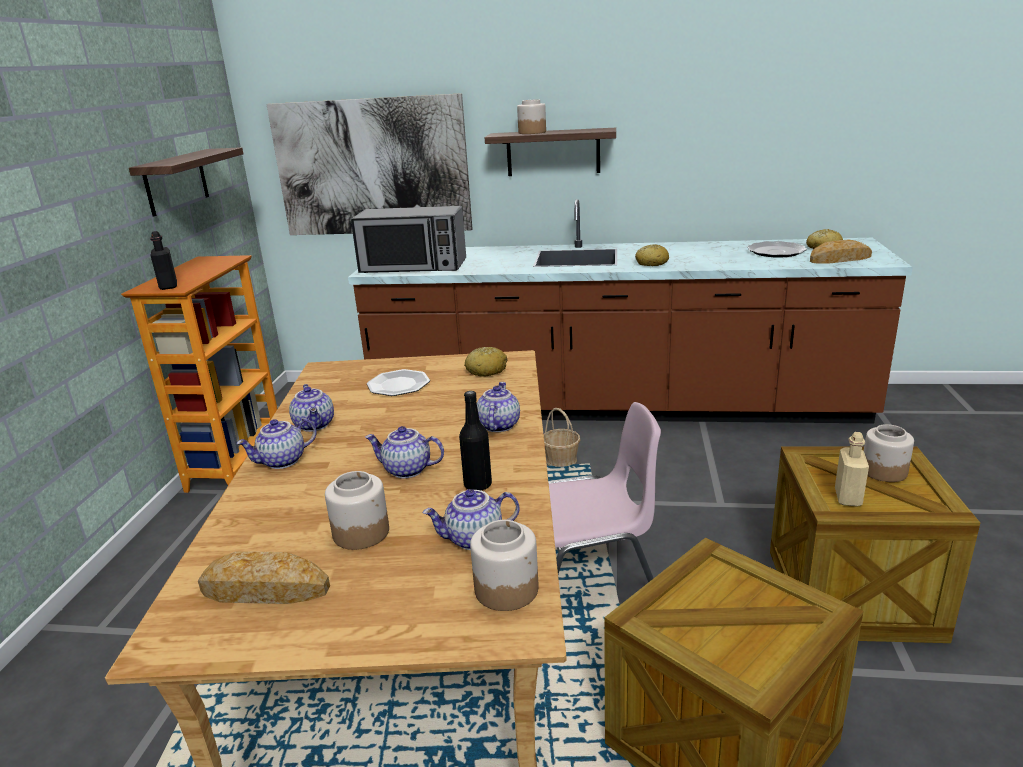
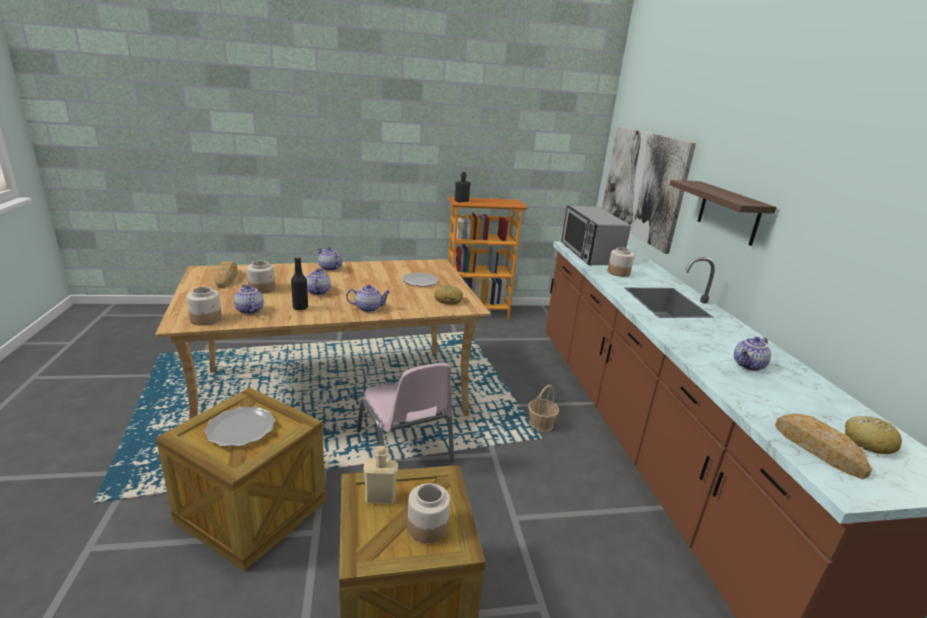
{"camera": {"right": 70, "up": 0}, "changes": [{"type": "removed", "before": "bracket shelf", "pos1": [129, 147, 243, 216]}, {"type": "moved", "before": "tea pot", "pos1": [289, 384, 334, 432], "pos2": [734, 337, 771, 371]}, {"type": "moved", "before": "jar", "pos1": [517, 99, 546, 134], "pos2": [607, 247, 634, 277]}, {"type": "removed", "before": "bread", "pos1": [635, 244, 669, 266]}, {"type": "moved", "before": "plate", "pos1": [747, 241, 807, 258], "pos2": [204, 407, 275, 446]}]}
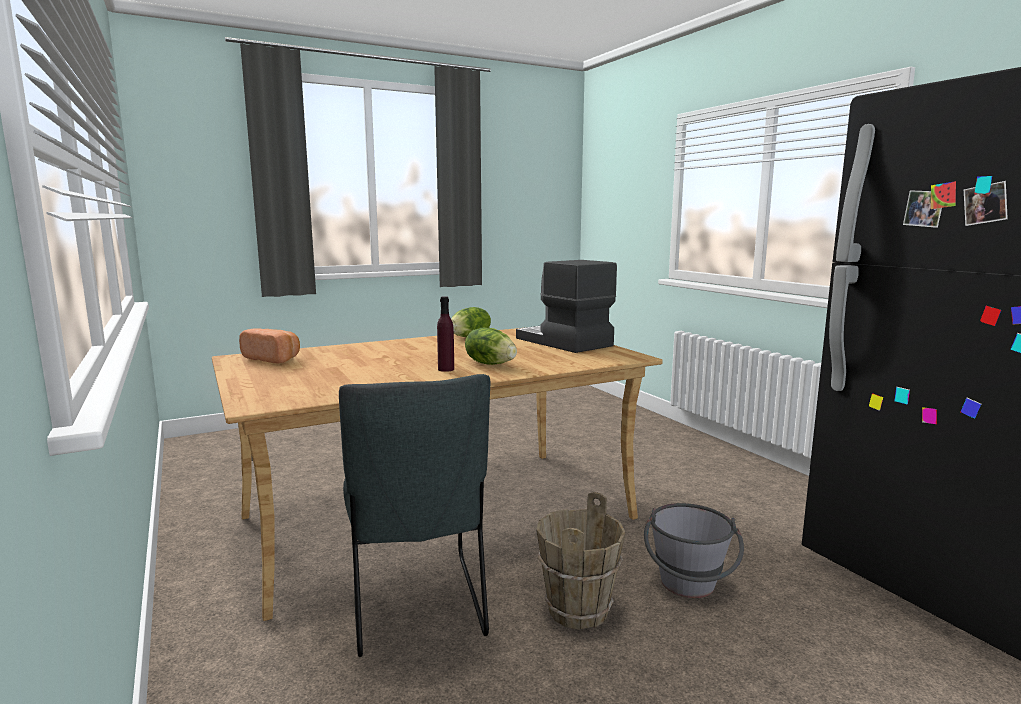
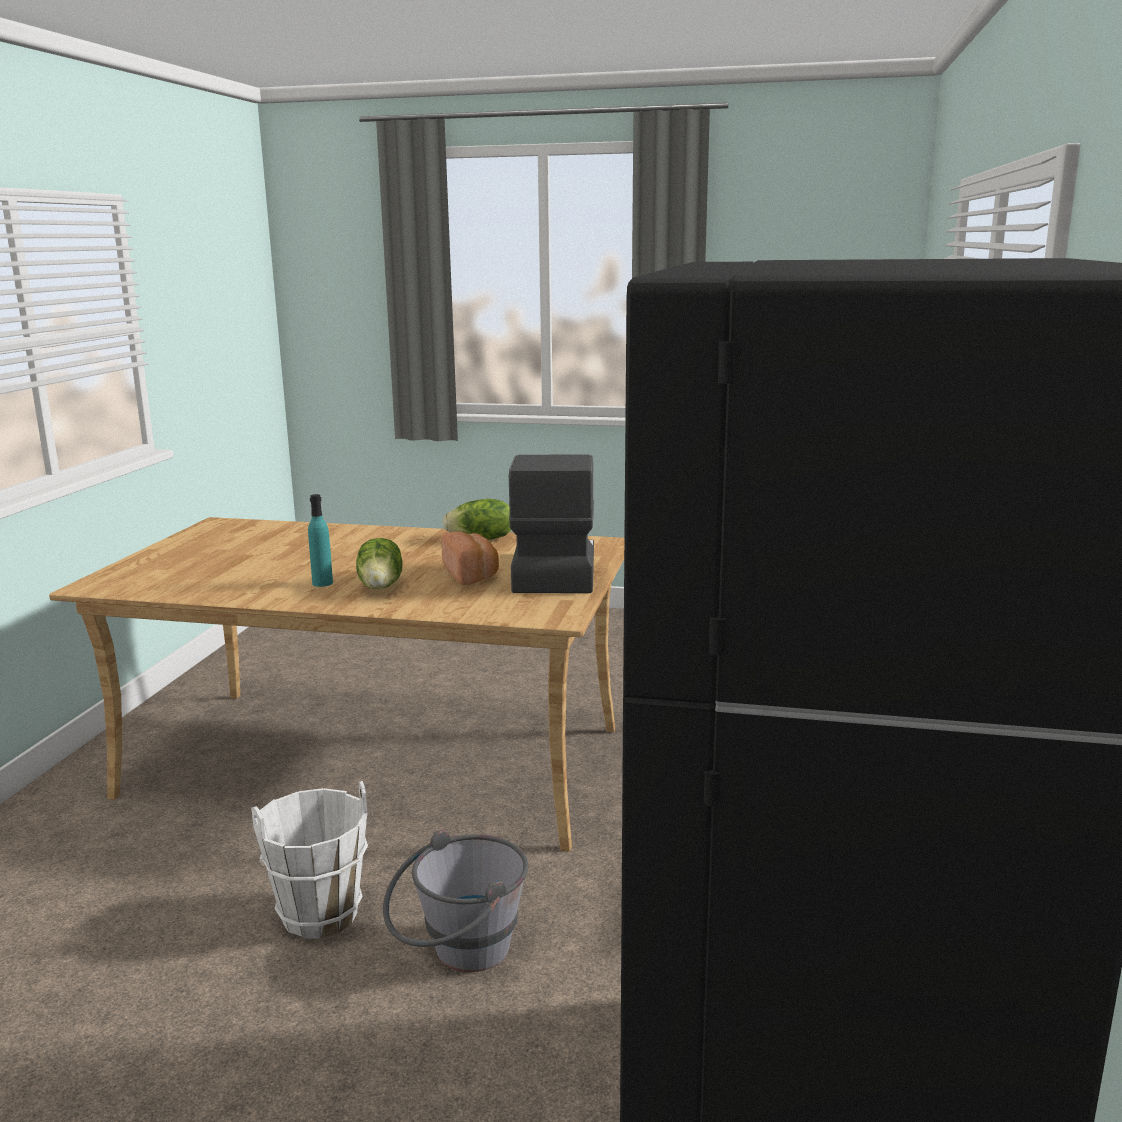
{"camera": {"right": 40, "up": 5}, "changes": [{"type": "moved", "before": "bread", "pos1": [239, 328, 300, 363], "pos2": [441, 531, 499, 585]}, {"type": "removed", "before": "plain chair in grey", "pos1": [339, 374, 490, 657]}, {"type": "recoloured", "before": "drink bottle in purplish", "after": "drink bottle in turquoise", "pos1": [437, 296, 454, 372], "pos2": [308, 494, 333, 587]}, {"type": "recoloured", "before": "pail in brown", "after": "pail in whitish", "pos1": [536, 492, 626, 630], "pos2": [251, 781, 368, 939]}]}
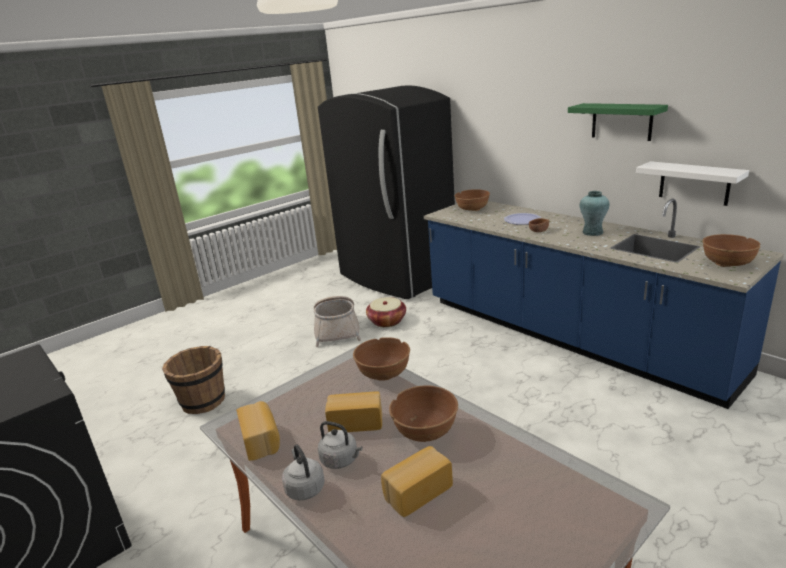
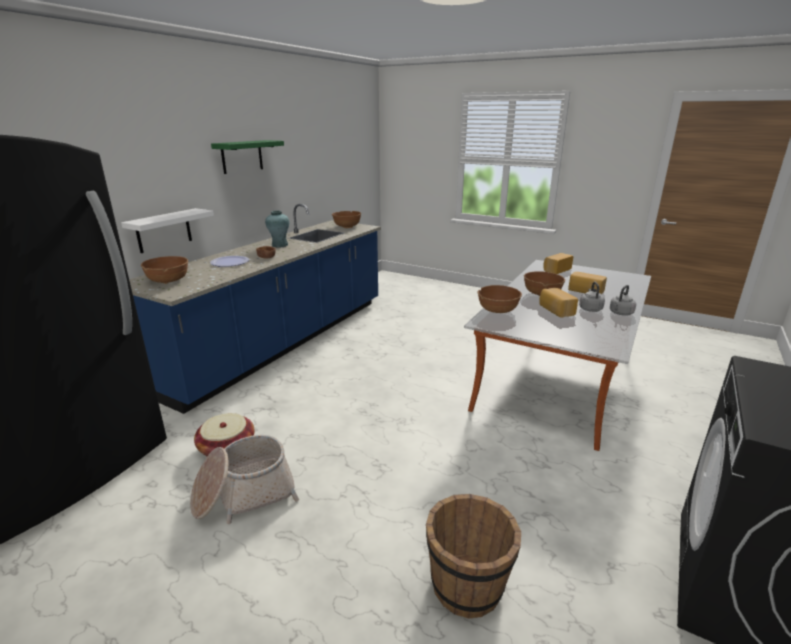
{"camera": {"right": -110, "up": 0}, "changes": [{"type": "moved", "before": "bread", "pos1": [236, 401, 280, 461], "pos2": [544, 253, 573, 274]}, {"type": "moved", "before": "bracket shelf in whitish", "pos1": [636, 161, 749, 206], "pos2": [121, 208, 214, 253]}]}
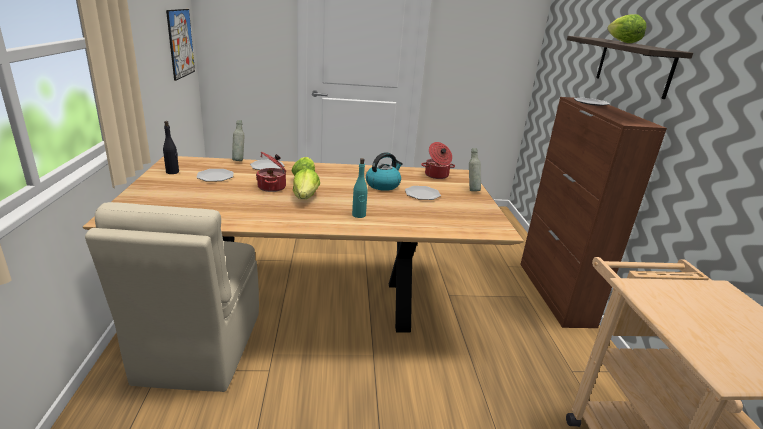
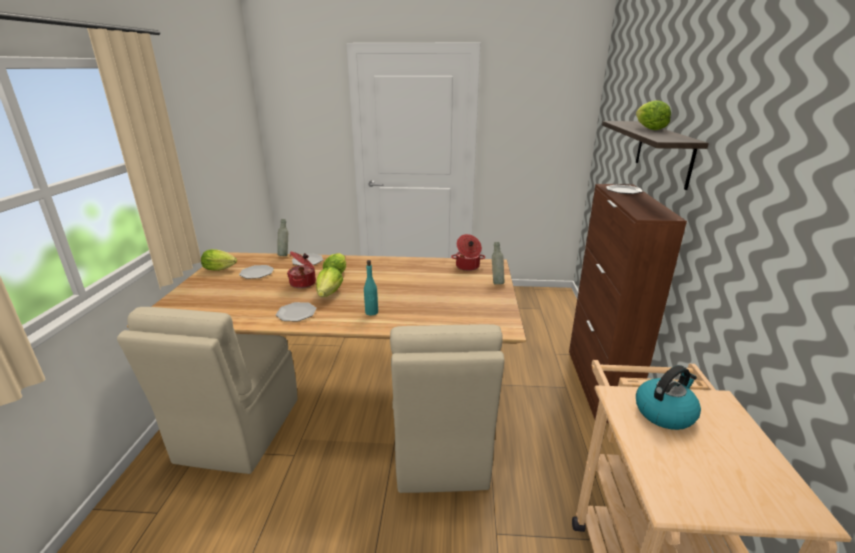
{"camera": {"right": 10, "up": 0}, "changes": [{"type": "replaced", "before": "drink bottle in blackish", "after": "lettuce head", "pos1": [163, 121, 179, 174], "pos2": [201, 249, 237, 271]}, {"type": "removed", "before": "picture", "pos1": [166, 9, 195, 81]}, {"type": "moved", "before": "kettle", "pos1": [366, 152, 403, 191], "pos2": [636, 365, 701, 430]}, {"type": "moved", "before": "plate", "pos1": [405, 186, 441, 200], "pos2": [276, 302, 317, 321]}, {"type": "added", "after": "plain chair in sand-coloured", "pos2": [390, 324, 505, 493]}]}
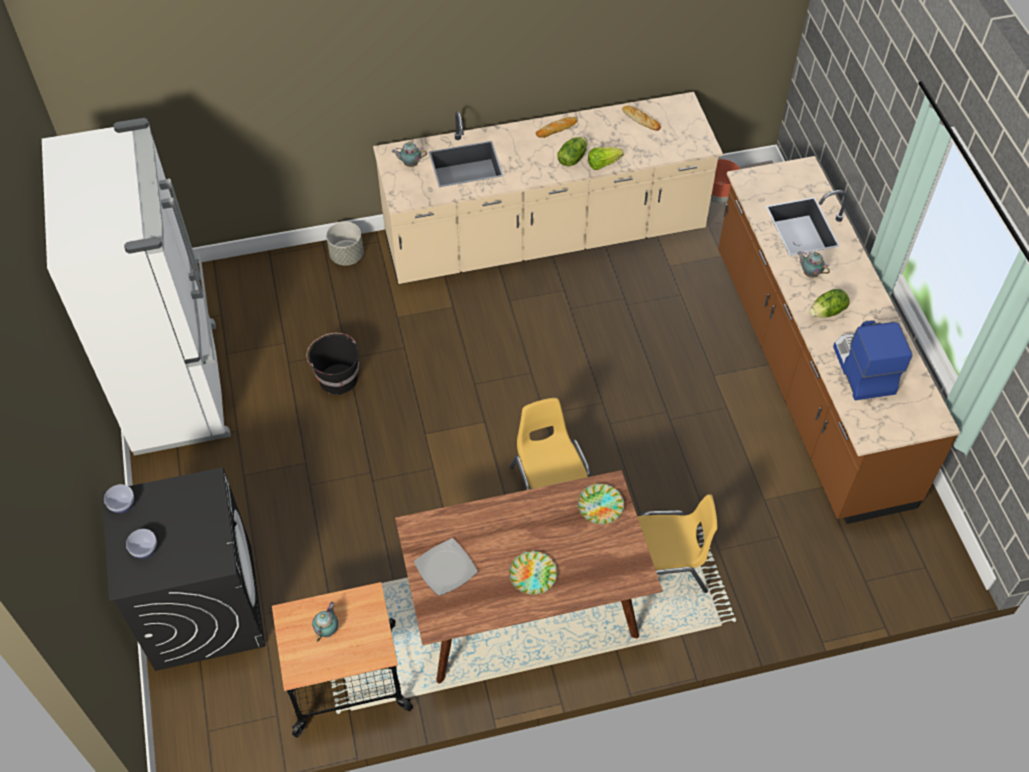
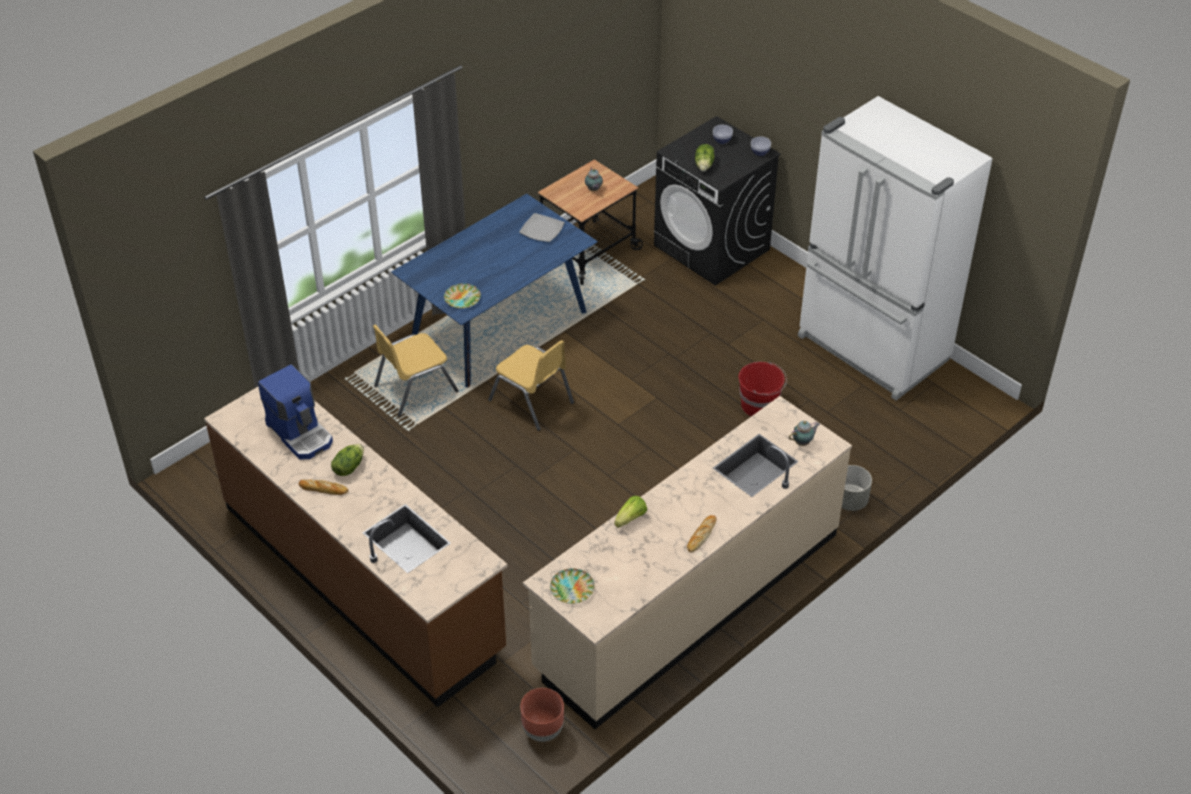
{"camera": {"right": 150, "up": -10}, "changes": [{"type": "recoloured", "before": "pail in blackish", "after": "pail in red-coloured", "pos1": [306, 333, 359, 395], "pos2": [738, 362, 787, 416]}, {"type": "recoloured", "before": "dinner table in brown", "after": "dinner table in blue", "pos1": [395, 470, 663, 683], "pos2": [391, 194, 598, 388]}, {"type": "moved", "before": "plate", "pos1": [509, 551, 557, 595], "pos2": [550, 568, 595, 604]}, {"type": "moved", "before": "lettuce head", "pos1": [557, 137, 588, 166], "pos2": [695, 144, 714, 171]}, {"type": "moved", "before": "bread", "pos1": [622, 106, 661, 131], "pos2": [299, 479, 349, 495]}, {"type": "removed", "before": "tea pot", "pos1": [797, 252, 830, 278]}]}
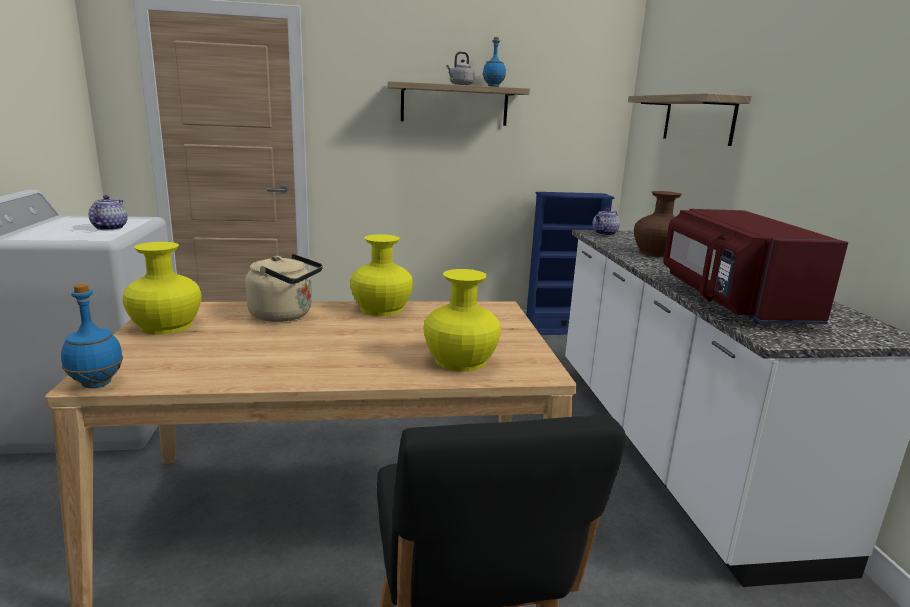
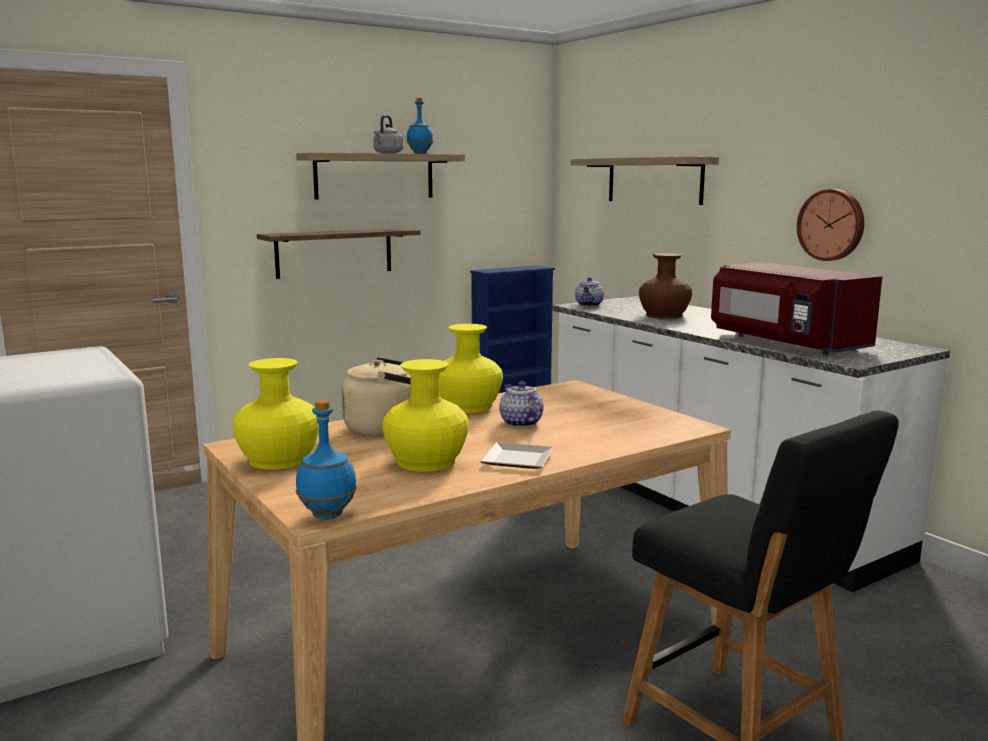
{"camera": {"right": -25, "up": -5}, "changes": [{"type": "moved", "before": "tea pot", "pos1": [88, 195, 127, 230], "pos2": [499, 381, 544, 427]}, {"type": "moved", "before": "vase in yellow", "pos1": [423, 269, 501, 371], "pos2": [382, 359, 469, 472]}, {"type": "added", "after": "bracket shelf", "pos2": [257, 228, 421, 279]}, {"type": "added", "after": "plate", "pos2": [480, 442, 554, 469]}, {"type": "added", "after": "clock on the wall", "pos2": [797, 189, 864, 261]}]}
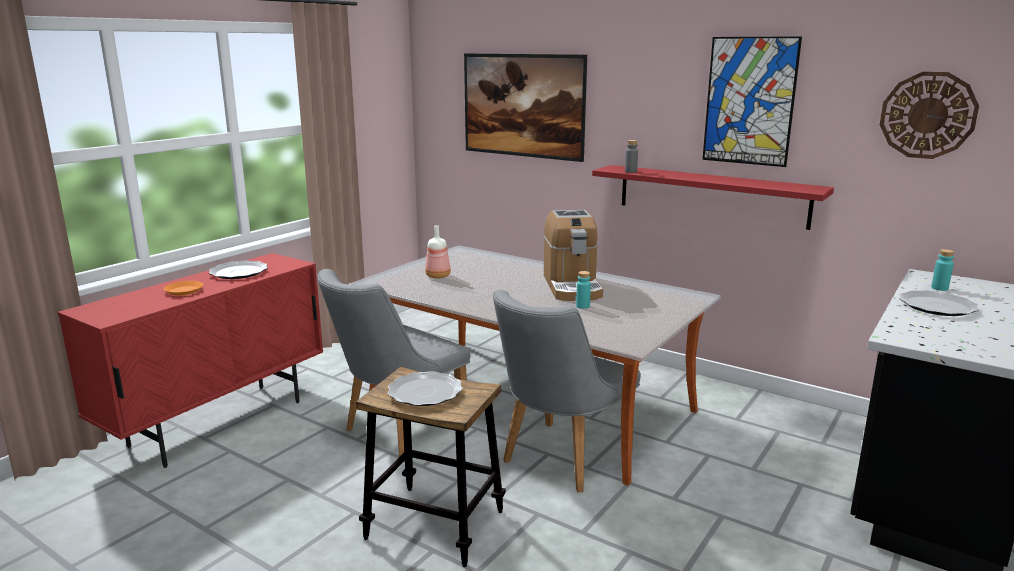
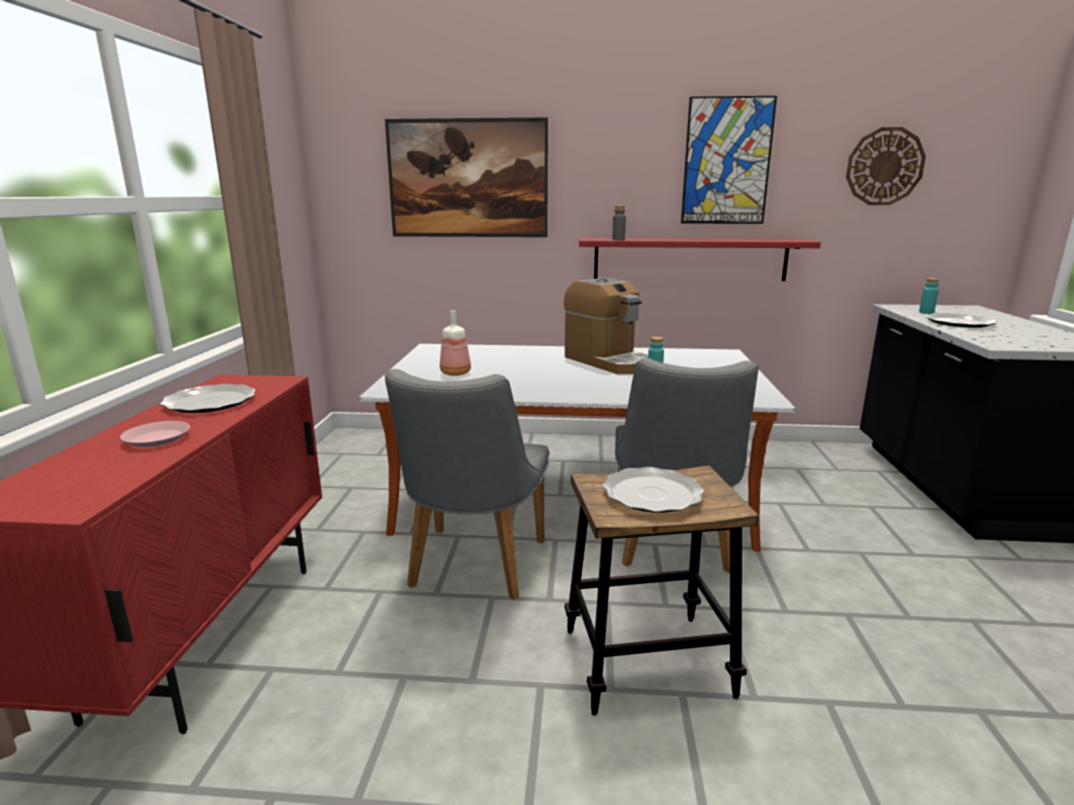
{"camera": {"right": -30, "up": 0}, "changes": [{"type": "recoloured", "before": "plate in orangey", "after": "plate in pinkish", "pos1": [164, 281, 203, 296], "pos2": [120, 421, 190, 447]}]}
